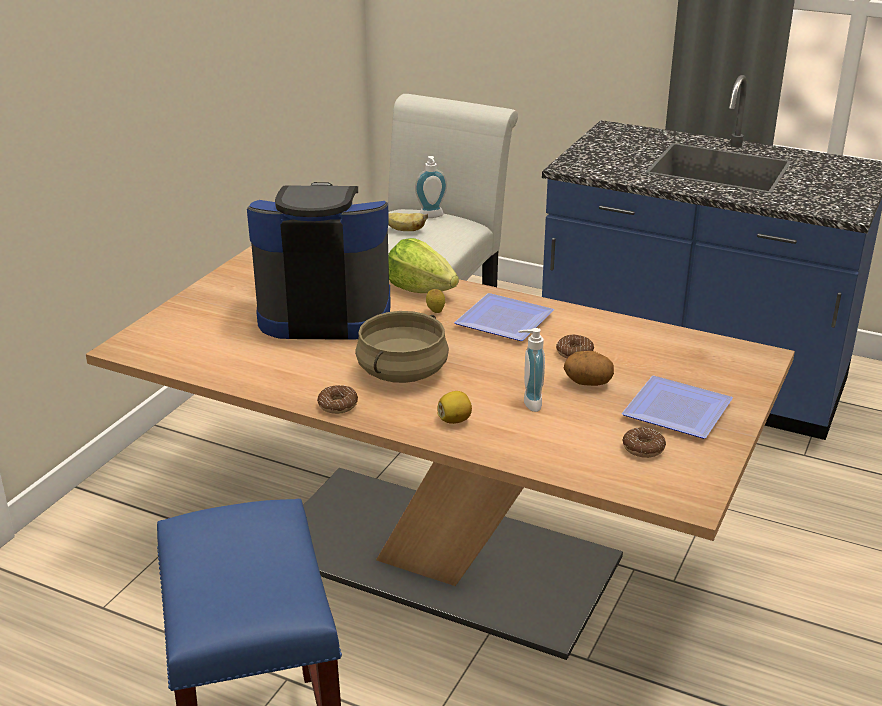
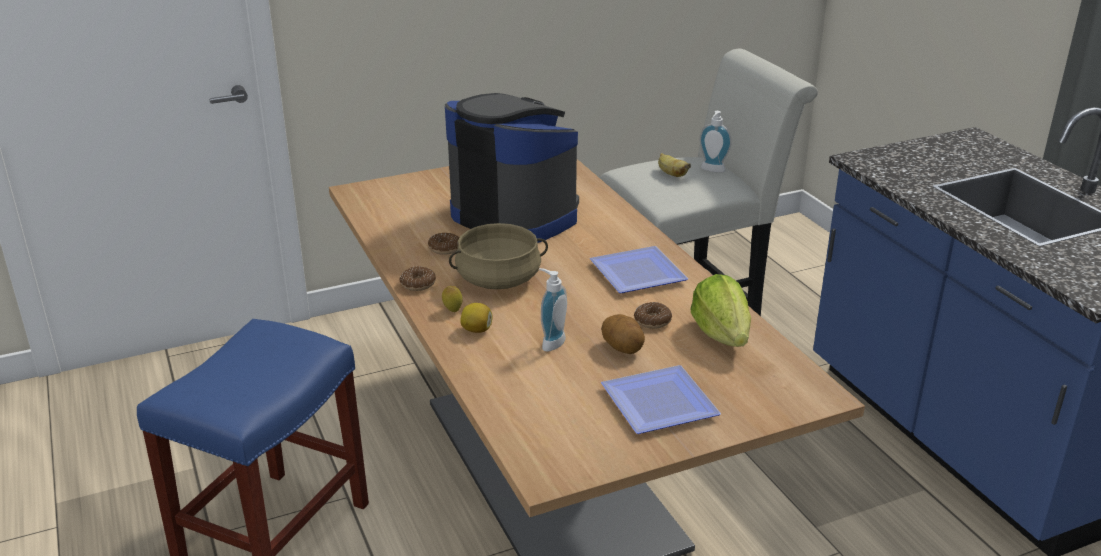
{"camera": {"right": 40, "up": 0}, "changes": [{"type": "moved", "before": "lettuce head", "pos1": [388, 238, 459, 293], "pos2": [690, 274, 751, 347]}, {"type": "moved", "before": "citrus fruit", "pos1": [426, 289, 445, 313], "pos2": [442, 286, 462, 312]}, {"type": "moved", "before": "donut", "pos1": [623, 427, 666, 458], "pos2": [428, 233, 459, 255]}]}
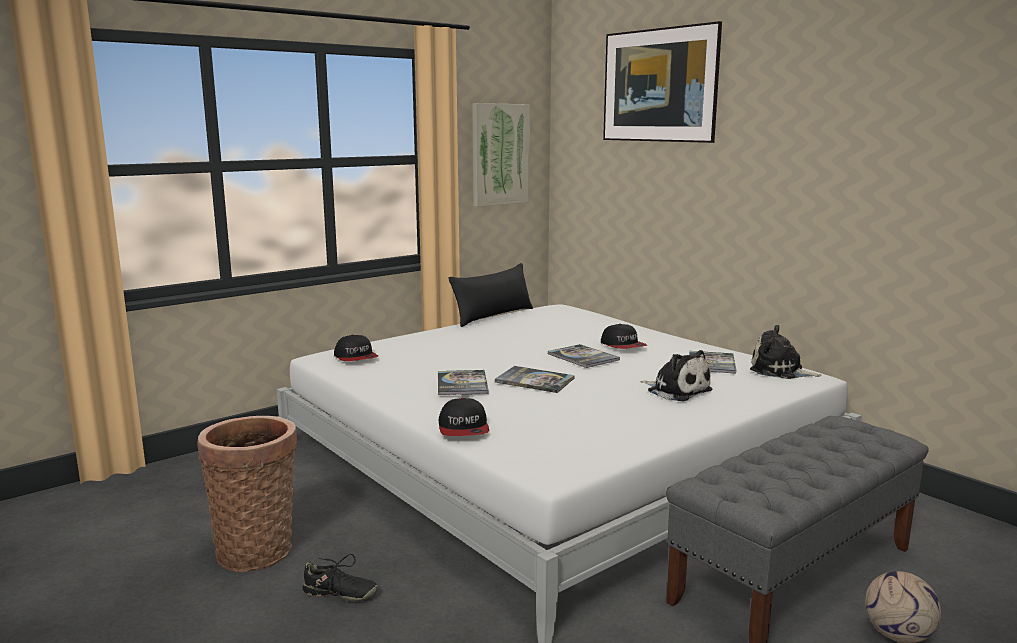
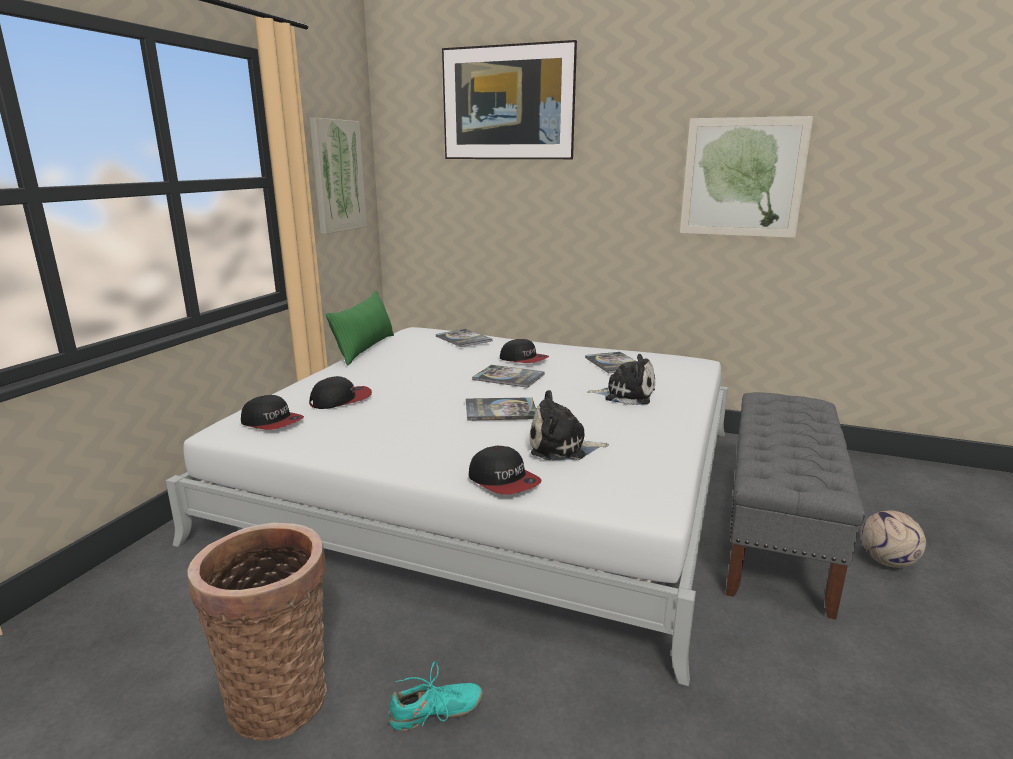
{"camera": {"right": -30, "up": 5}, "changes": [{"type": "recoloured", "before": "shoe in blackish", "after": "shoe in turquoise", "pos1": [303, 554, 378, 602], "pos2": [388, 661, 483, 731]}, {"type": "moved", "before": "volume", "pos1": [438, 370, 489, 395], "pos2": [436, 329, 493, 347]}, {"type": "recoloured", "before": "cushion in blackish", "after": "cushion in greenish", "pos1": [448, 263, 533, 327], "pos2": [326, 290, 394, 366]}, {"type": "moved", "before": "plush toy", "pos1": [750, 325, 822, 379], "pos2": [530, 390, 609, 460]}, {"type": "added", "after": "baseball cap", "pos2": [309, 376, 372, 409]}, {"type": "added", "after": "picture", "pos2": [680, 116, 813, 238]}]}
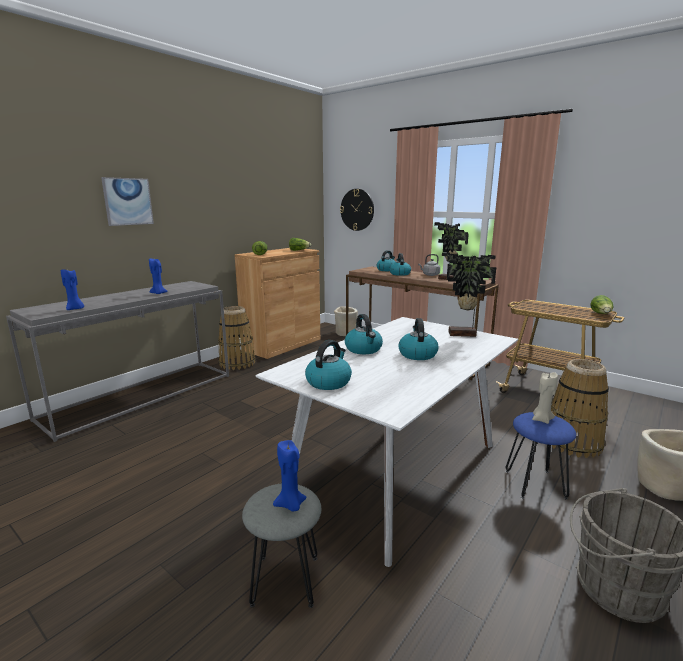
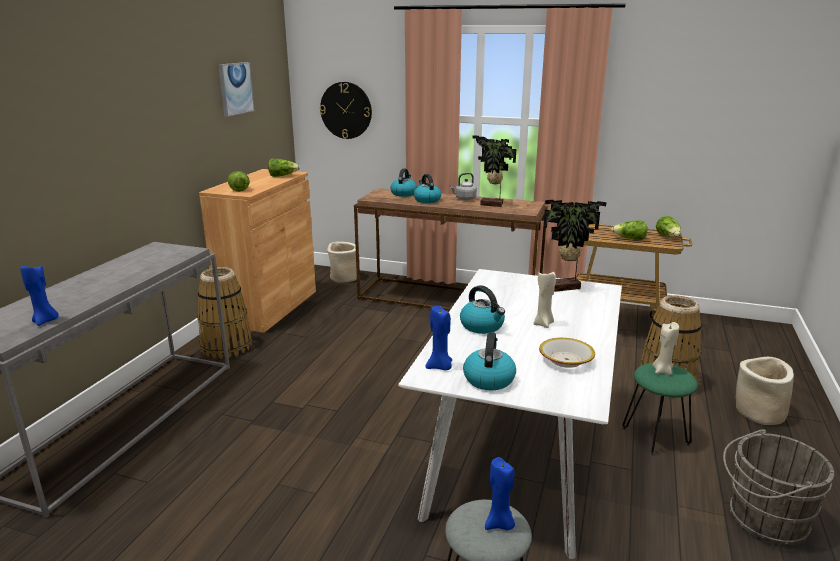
{"camera": {"right": -20, "up": 5}, "changes": [{"type": "moved", "before": "picture", "pos1": [101, 177, 154, 226], "pos2": [218, 62, 255, 117]}, {"type": "moved", "before": "candle in blue", "pos1": [149, 258, 168, 294], "pos2": [425, 306, 452, 370]}, {"type": "replaced", "before": "kettle", "after": "candle in sand-coloured", "pos1": [399, 318, 439, 360], "pos2": [533, 269, 556, 328]}, {"type": "recoloured", "before": "stool in blue", "after": "stool in greenish", "pos1": [505, 412, 576, 499], "pos2": [622, 363, 698, 455]}, {"type": "added", "after": "bowl", "pos2": [539, 338, 595, 368]}, {"type": "added", "after": "lettuce head", "pos2": [611, 220, 647, 240]}]}
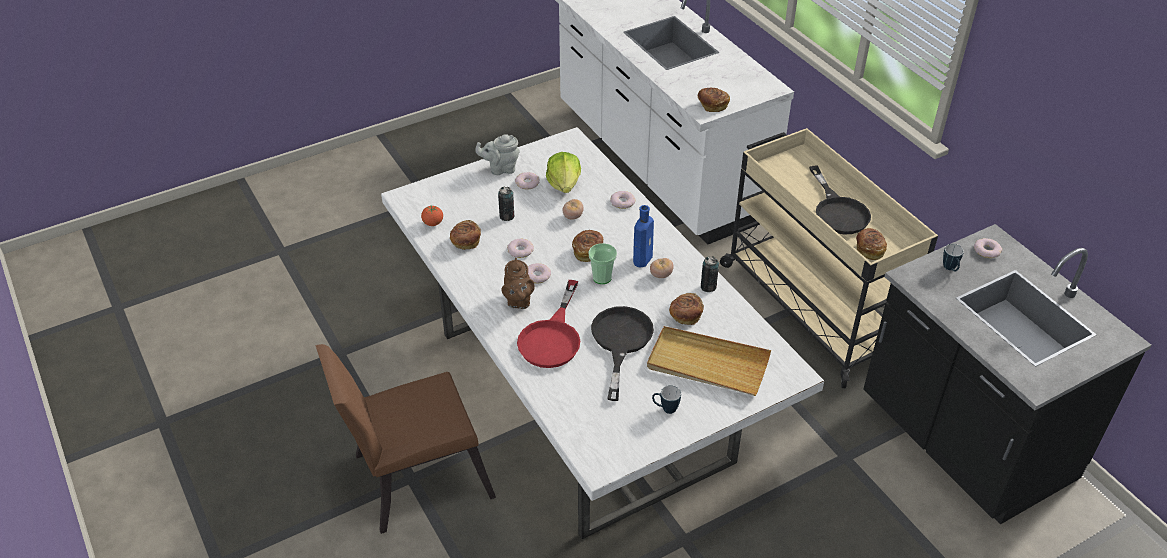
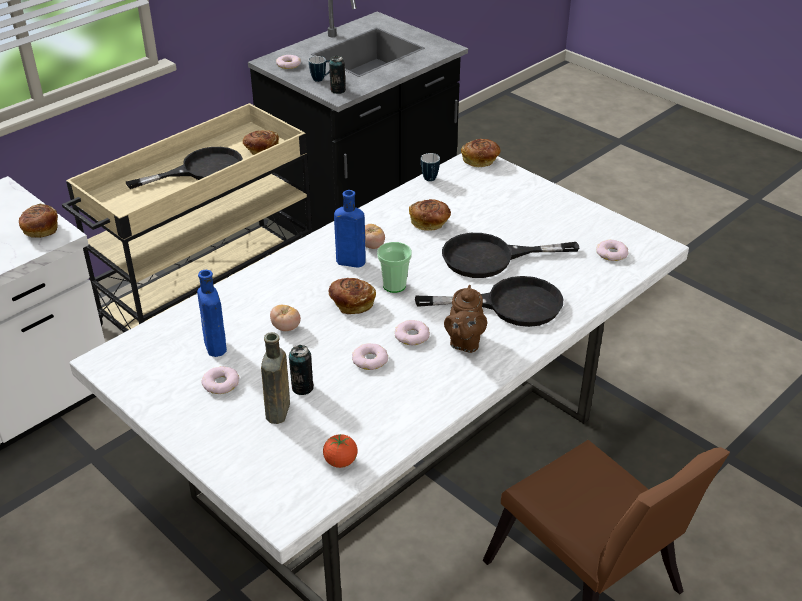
{"camera": {"right": -105, "up": -5}, "changes": [{"type": "moved", "before": "bread", "pos1": [450, 220, 481, 250], "pos2": [461, 139, 501, 167]}, {"type": "removed", "before": "tea pot in grey", "pos1": [475, 134, 520, 175]}, {"type": "turned", "before": "tea pot in brown", "pos1": [502, 258, 535, 309], "pos2": [444, 285, 487, 353], "turn": 120}, {"type": "recoloured", "before": "pan in red-coloured", "after": "pan in blackish", "pos1": [517, 280, 580, 368], "pos2": [415, 276, 563, 327]}, {"type": "replaced", "before": "lettuce head", "after": "drink bottle in blue", "pos1": [546, 152, 581, 193], "pos2": [197, 270, 227, 357]}, {"type": "moved", "before": "donut", "pos1": [610, 191, 636, 209], "pos2": [596, 240, 629, 261]}, {"type": "removed", "before": "tray in sand-coloured", "pos1": [647, 326, 771, 396]}, {"type": "moved", "before": "mug", "pos1": [652, 385, 681, 414], "pos2": [421, 153, 440, 181]}, {"type": "moved", "before": "sealed can", "pos1": [701, 256, 719, 292], "pos2": [329, 56, 346, 94]}, {"type": "added", "after": "drink bottle in brown", "pos2": [261, 332, 290, 424]}]}
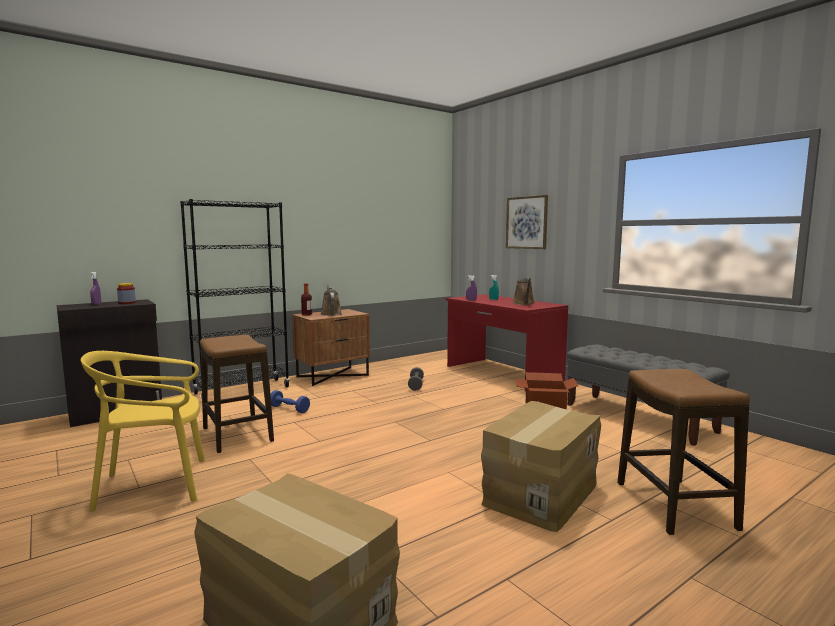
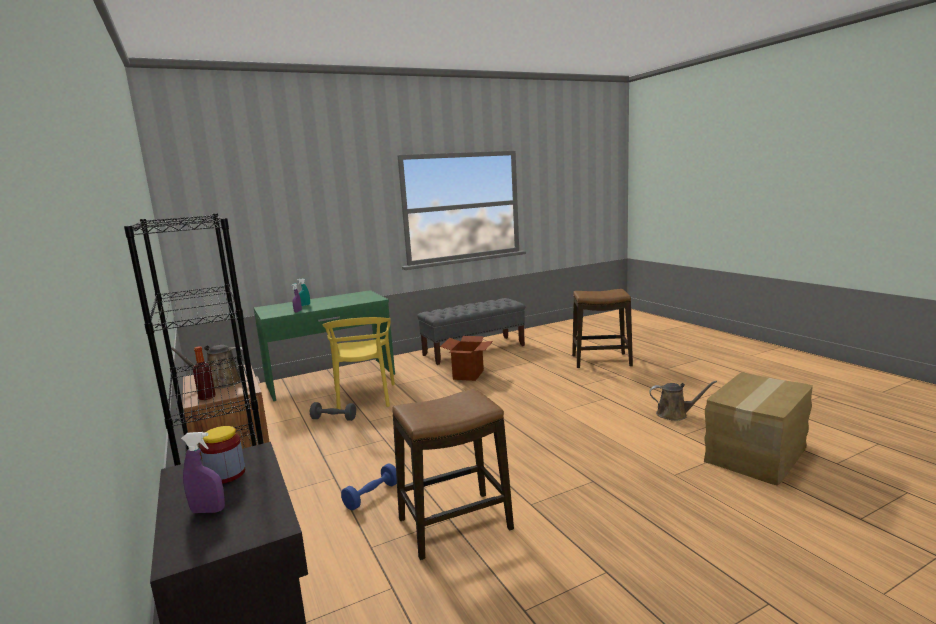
{"camera": {"right": -80, "up": 5}, "changes": [{"type": "moved", "before": "plain chair in yellow", "pos1": [81, 351, 205, 512], "pos2": [322, 317, 395, 410]}, {"type": "recoloured", "before": "desk unit in red-coloured", "after": "desk unit in greenish", "pos1": [446, 294, 568, 392], "pos2": [254, 290, 395, 401]}, {"type": "removed", "before": "cardboard box", "pos1": [481, 401, 601, 532]}, {"type": "removed", "before": "picture", "pos1": [506, 195, 548, 249]}, {"type": "moved", "before": "watering can in brown", "pos1": [513, 278, 534, 305], "pos2": [649, 381, 717, 421]}]}
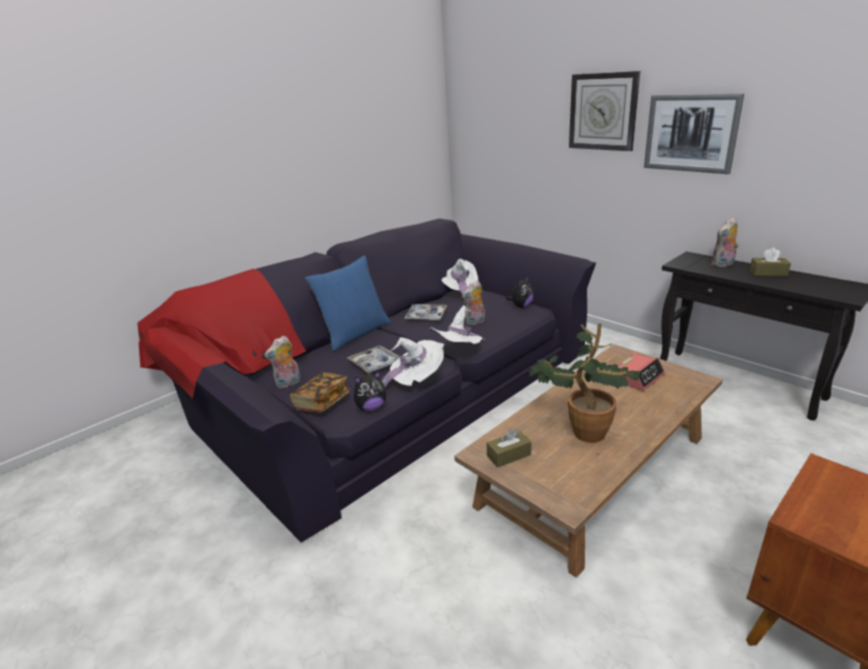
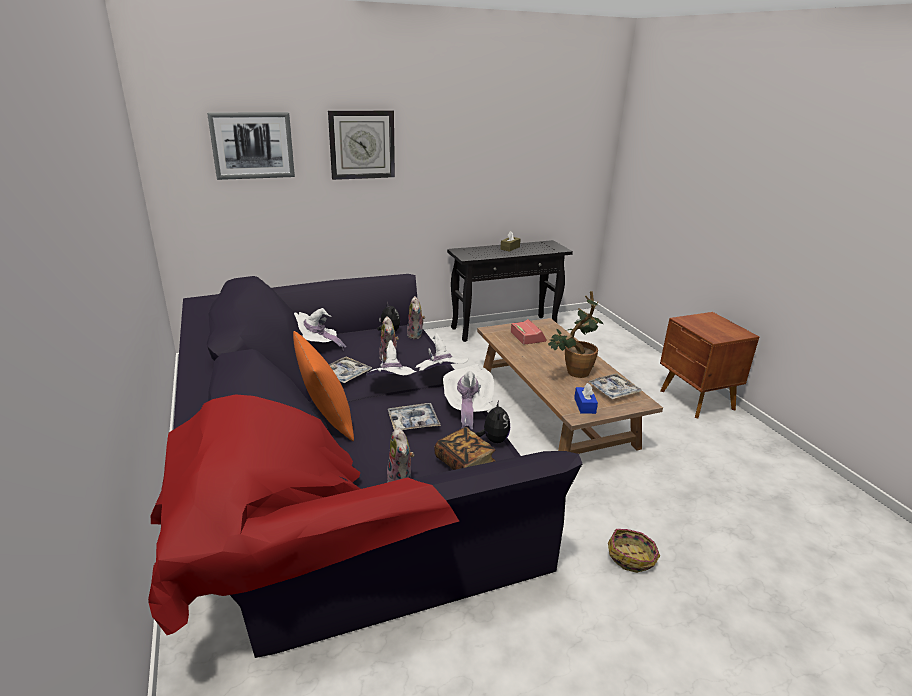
{"camera": {"right": -70, "up": 0}, "changes": [{"type": "recoloured", "before": "cushion in blue", "after": "cushion in orangey", "pos1": [305, 256, 391, 351], "pos2": [293, 331, 354, 441]}, {"type": "recoloured", "before": "tissue box in brown", "after": "tissue box in blue", "pos1": [487, 429, 531, 468], "pos2": [574, 383, 598, 414]}, {"type": "moved", "before": "picture", "pos1": [644, 94, 744, 174], "pos2": [207, 112, 295, 180]}, {"type": "moved", "before": "plush toy", "pos1": [711, 217, 739, 267], "pos2": [407, 296, 425, 339]}, {"type": "added", "after": "hat in whitish", "pos2": [366, 340, 417, 376]}, {"type": "added", "after": "tray", "pos2": [588, 373, 642, 400]}, {"type": "added", "after": "storage basket", "pos2": [608, 529, 660, 573]}]}
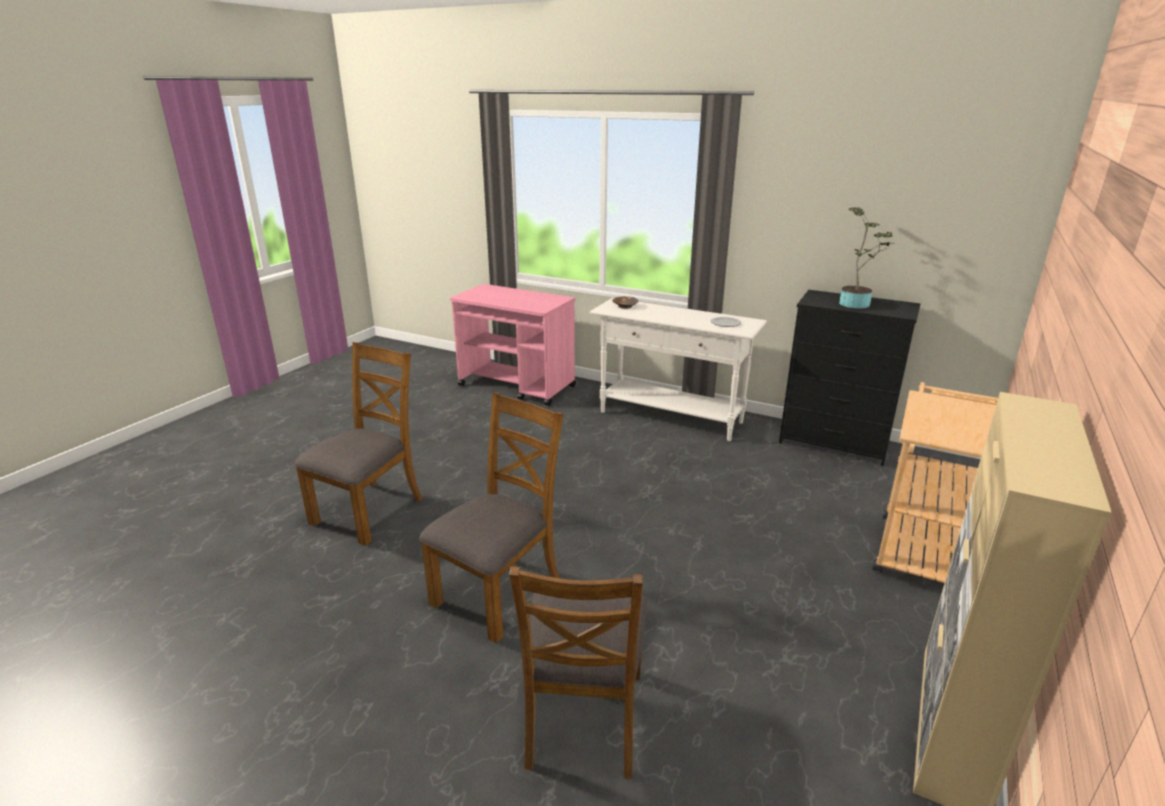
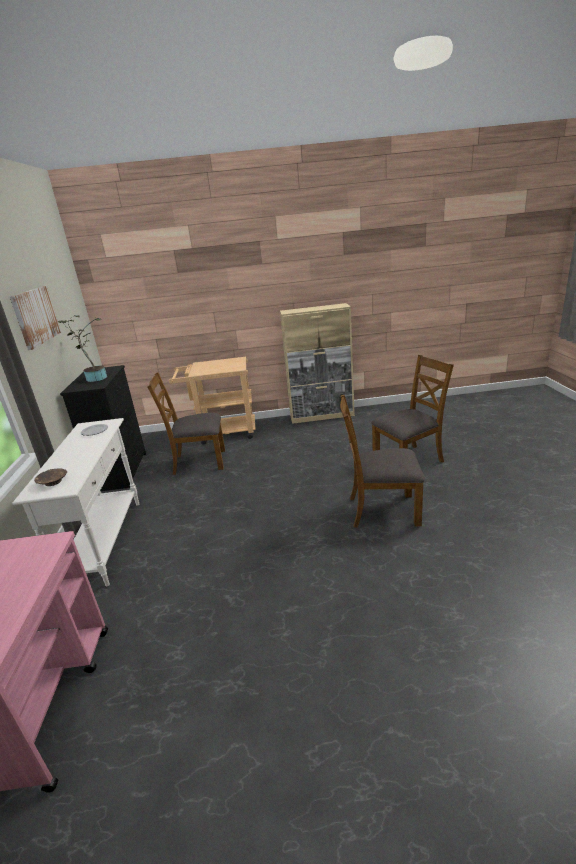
{"camera": {"right": -120, "up": 0}, "changes": [{"type": "moved", "before": "plain chair in brown", "pos1": [295, 342, 423, 546], "pos2": [148, 372, 225, 475]}, {"type": "added", "after": "picture", "pos2": [10, 286, 61, 350]}]}
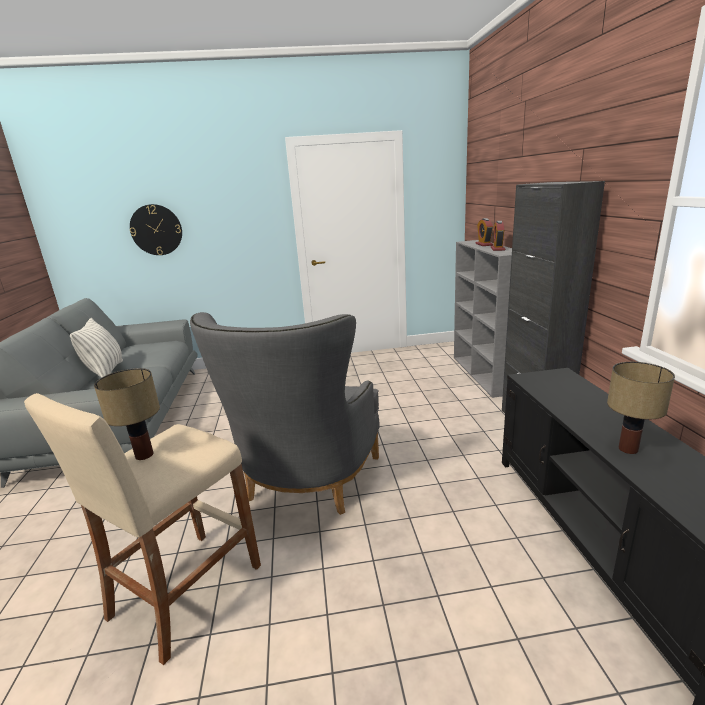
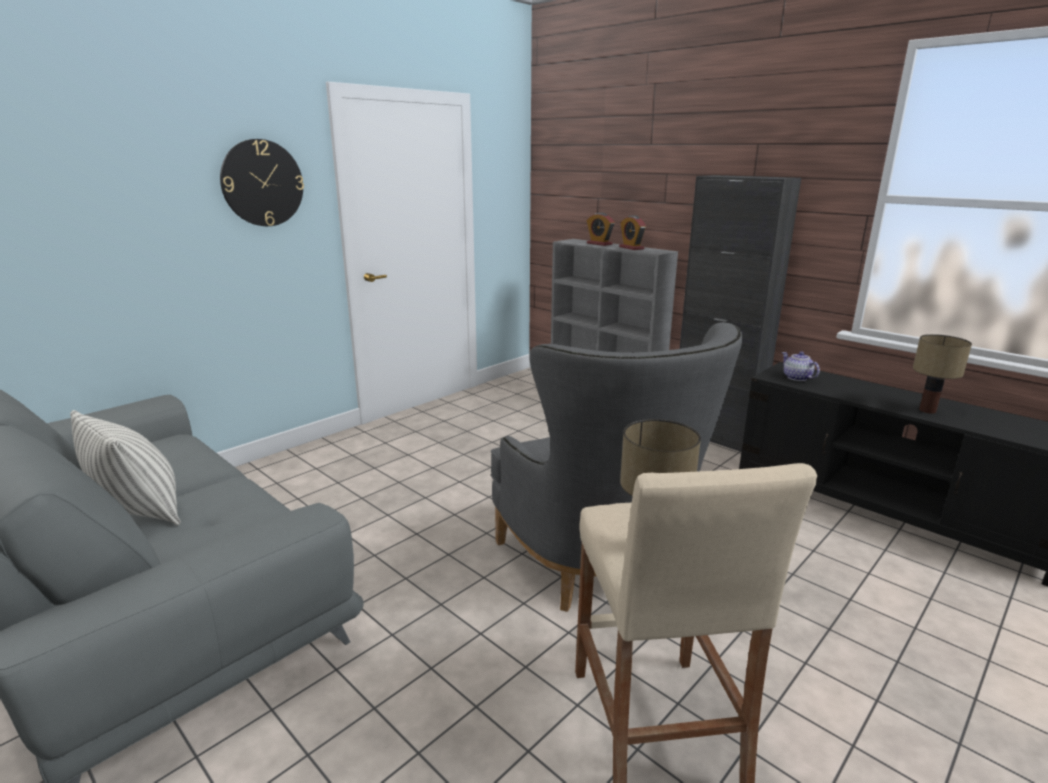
{"camera": {"right": -40, "up": 0}, "changes": [{"type": "moved", "before": "clock on the wall", "pos1": [130, 204, 182, 255], "pos2": [220, 139, 304, 226]}, {"type": "added", "after": "tea pot", "pos2": [782, 352, 820, 381]}]}
